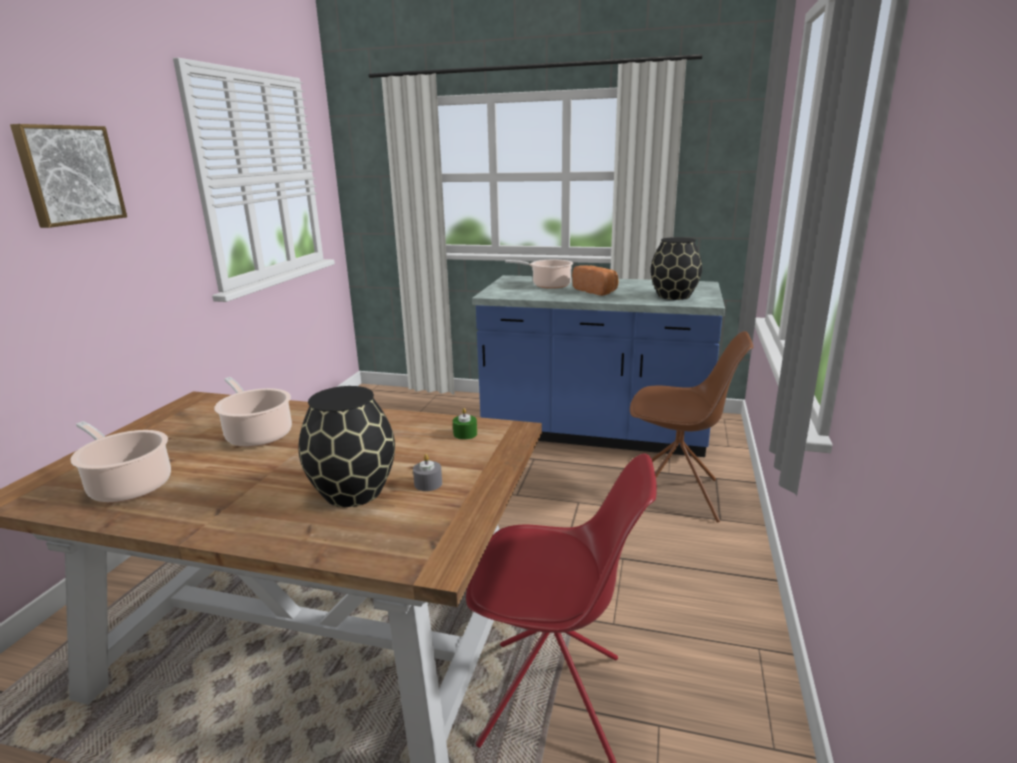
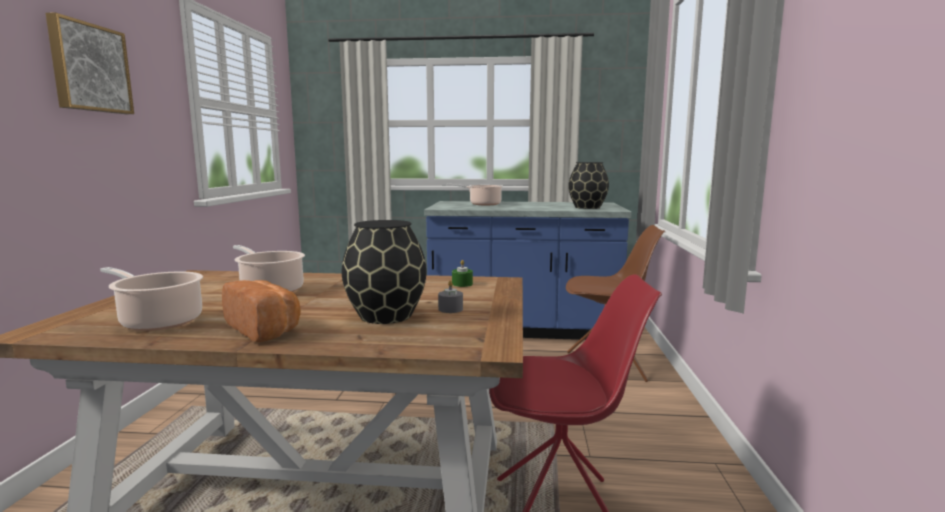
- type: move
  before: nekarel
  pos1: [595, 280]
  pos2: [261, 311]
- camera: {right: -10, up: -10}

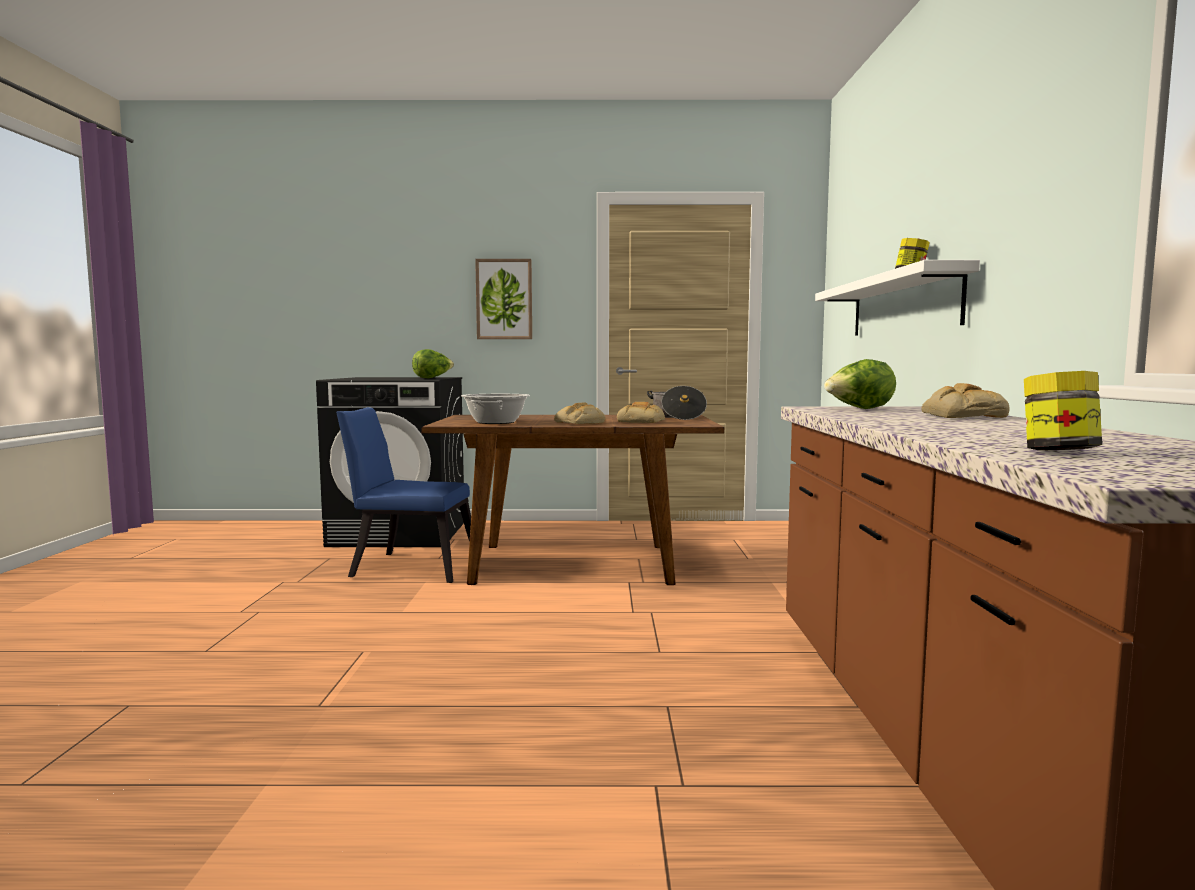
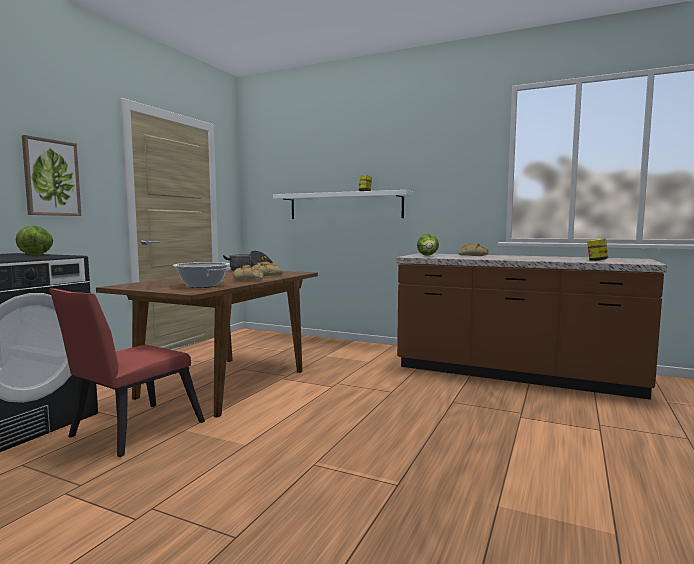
- type: recolor
  before: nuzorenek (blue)
  after: nuzorenek (red)
  pos1: [403, 495]
  pos2: [127, 372]
- camera: {right: -65, up: 0}

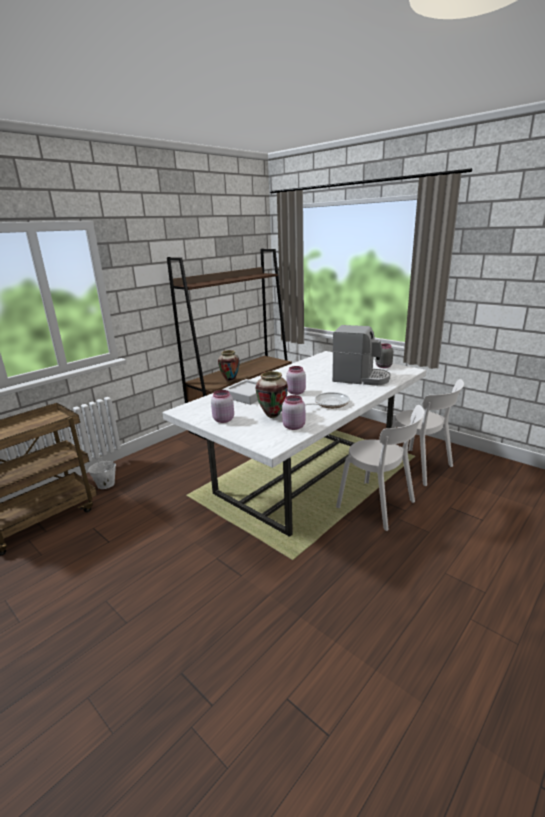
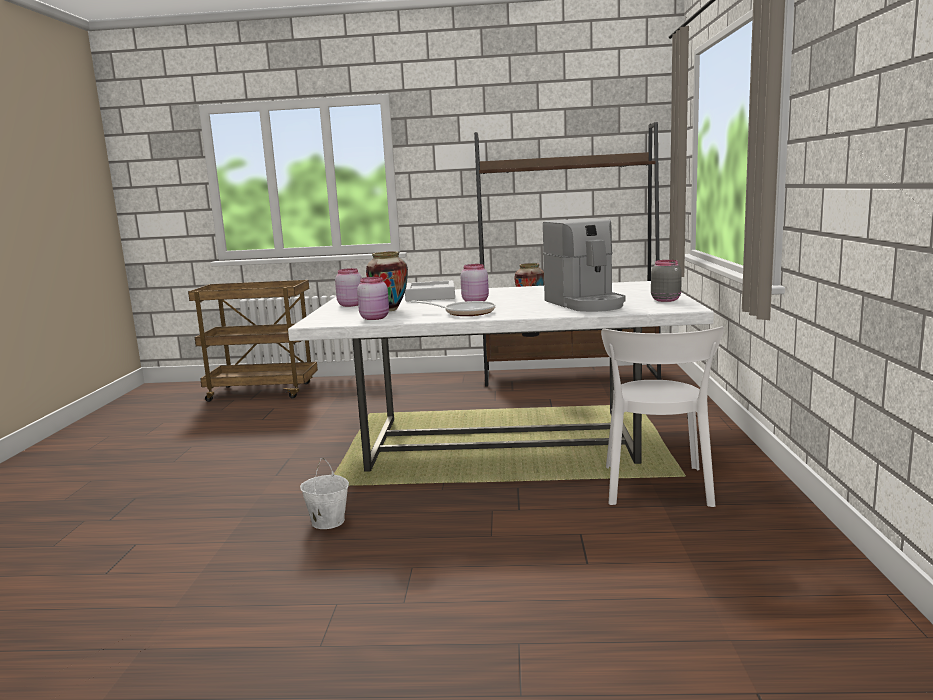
- type: move
  before: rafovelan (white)
  pos1: [102, 471]
  pos2: [324, 493]
- type: delete
  before: nuzorenek (white)
  pos1: [380, 468]
- camera: {right: 50, up: -10}

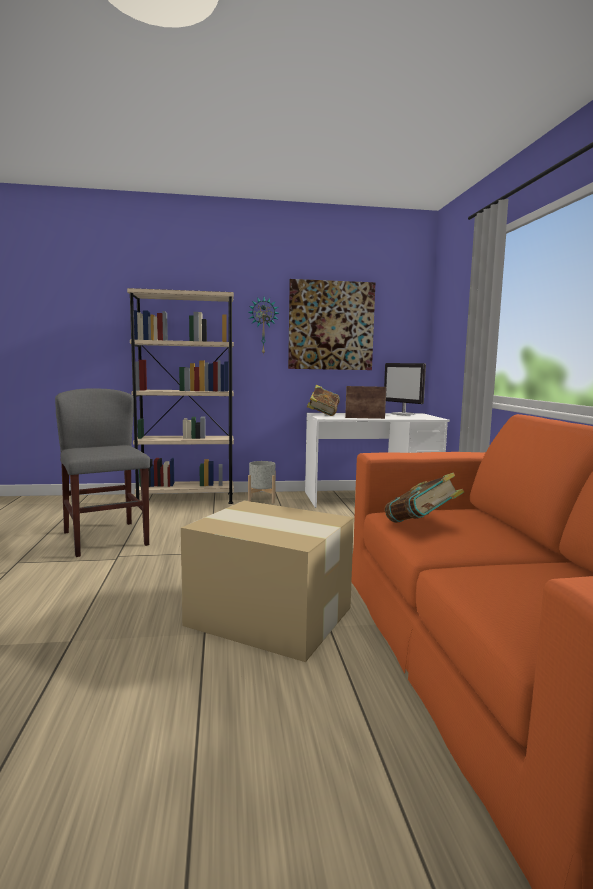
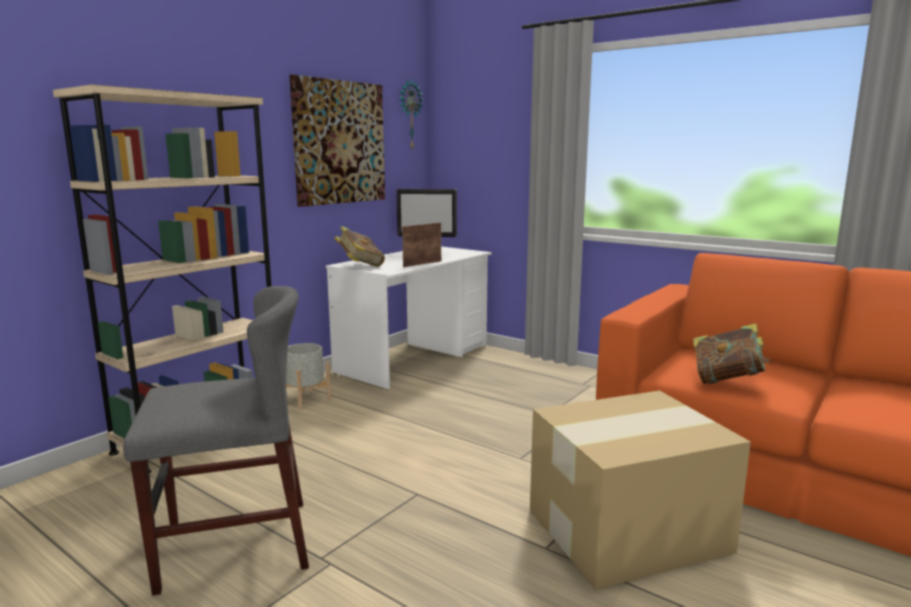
- type: rotate
  before: nuzorenek (grey)
  pos1: [102, 472]
  pos2: [216, 440]
  turn: 150
- type: move
  before: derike
  pos1: [263, 326]
  pos2: [411, 114]
- camera: {right: -45, up: 5}

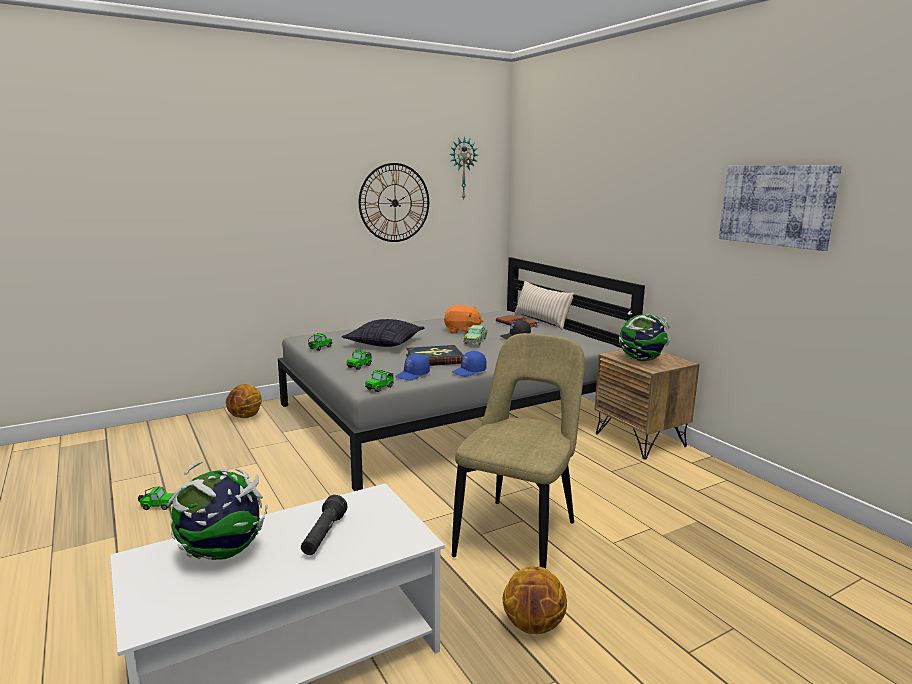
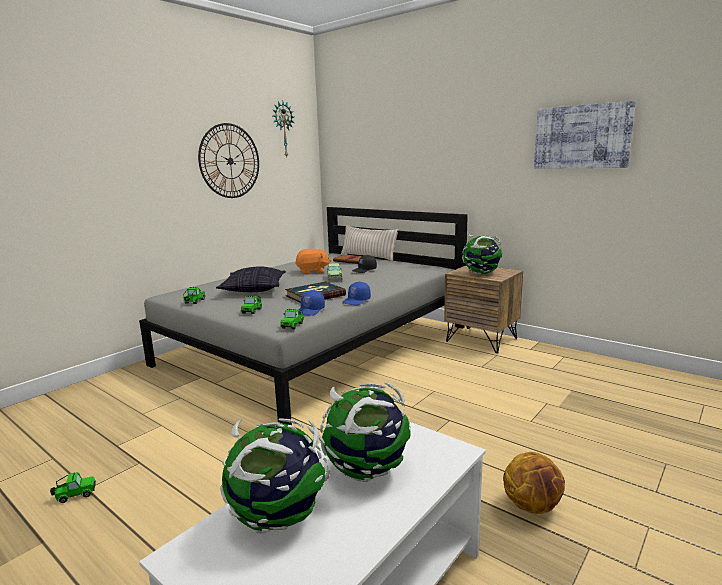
- type: delete
  before: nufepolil
  pos1: [244, 401]
- type: replace
  before: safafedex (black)
  after: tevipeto
  pos1: [324, 525]
  pos2: [365, 432]
- type: delete
  before: nuzorenek (beige)
  pos1: [518, 451]
- camera: {right: -20, up: 0}

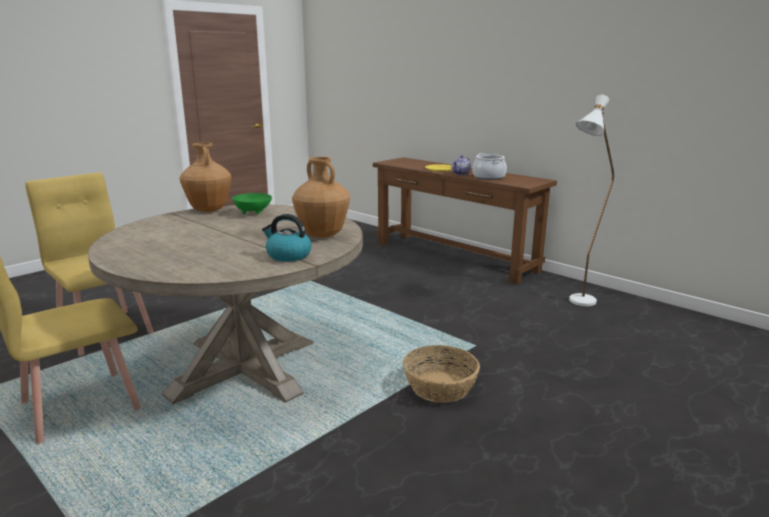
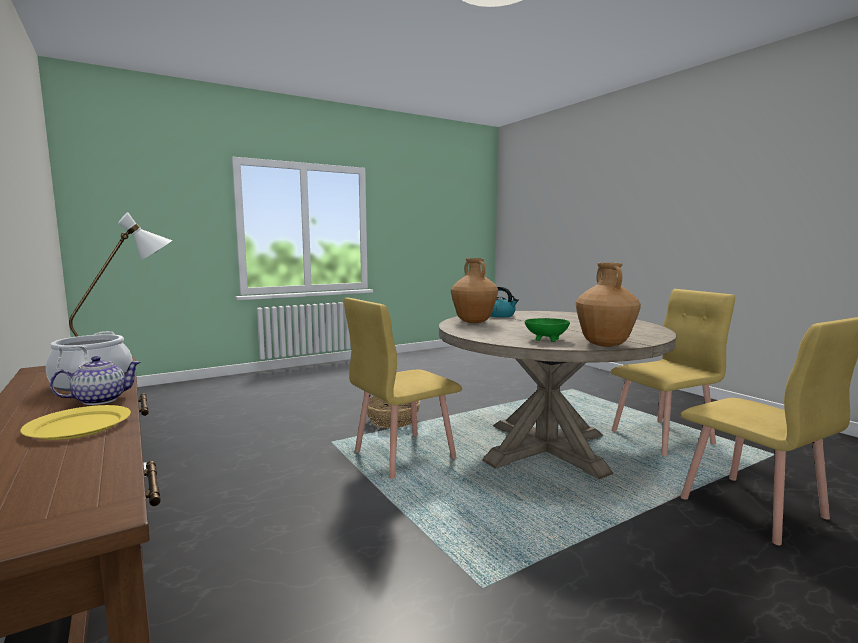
- type: insert
  after: nuzorenek (yellow)
  pos2: [403, 388]
- camera: {right: -165, up: -10}

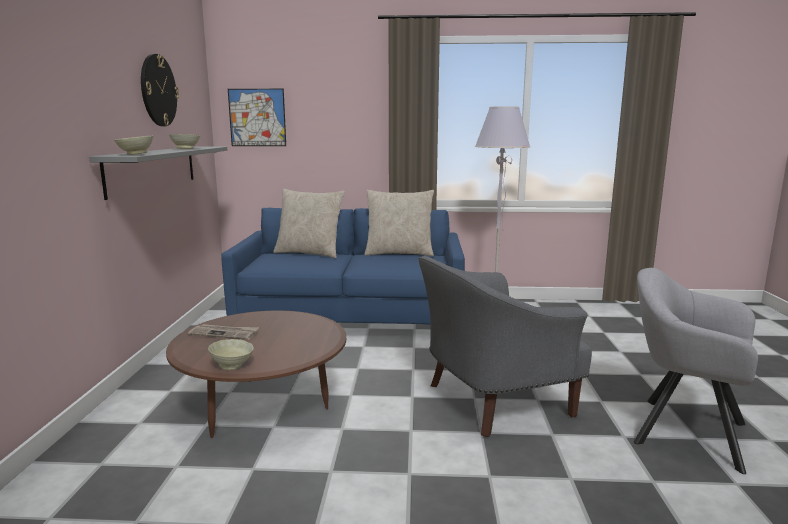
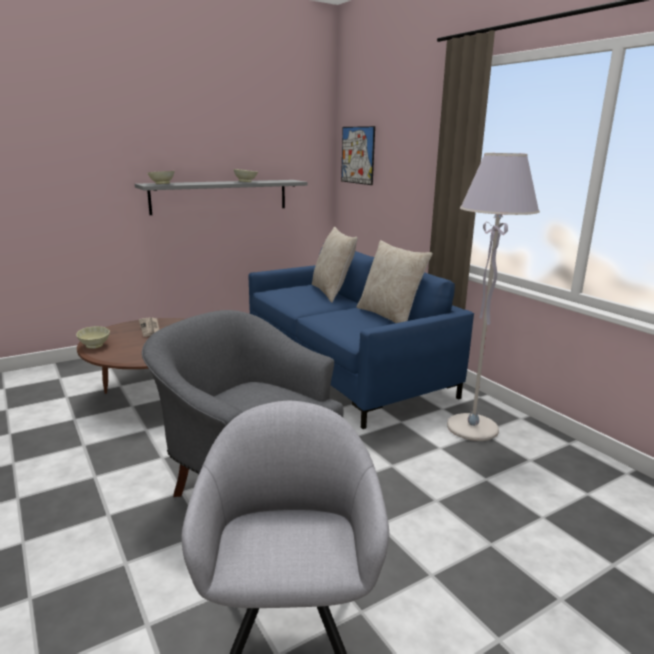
- type: delete
  before: derike
  pos1: [160, 90]
- camera: {right: 55, up: 5}

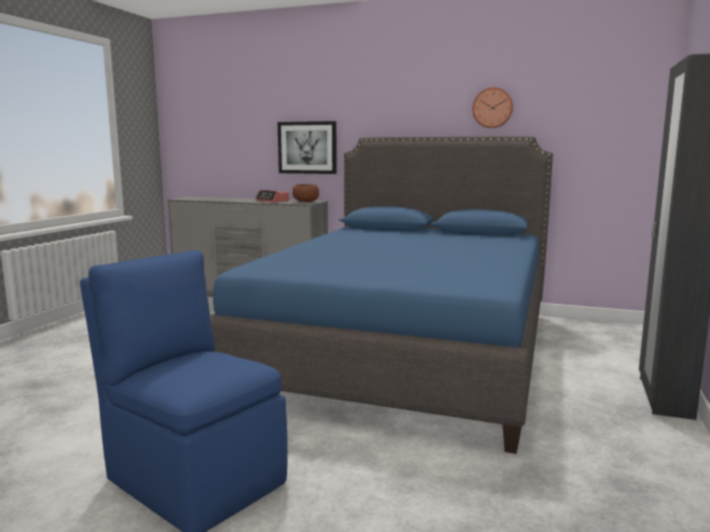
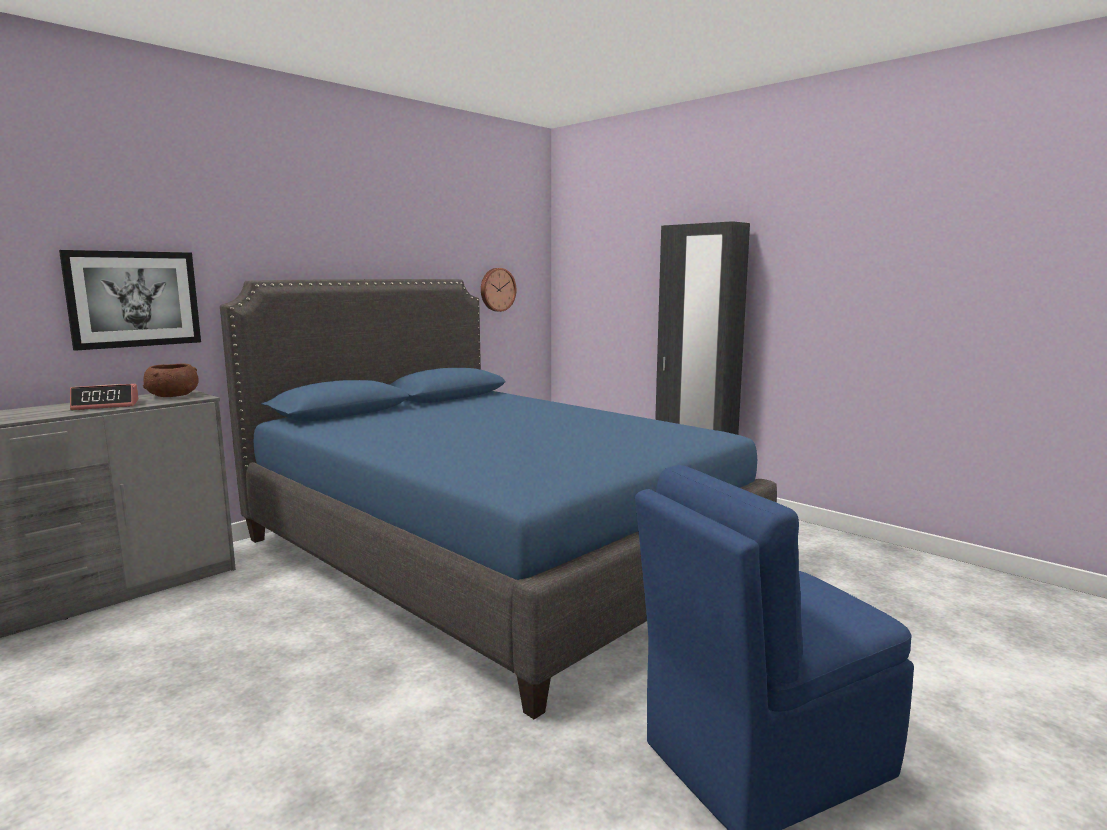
- type: move
  before: derike
  pos1: [492, 107]
  pos2: [498, 290]
- camera: {right: -65, up: 0}

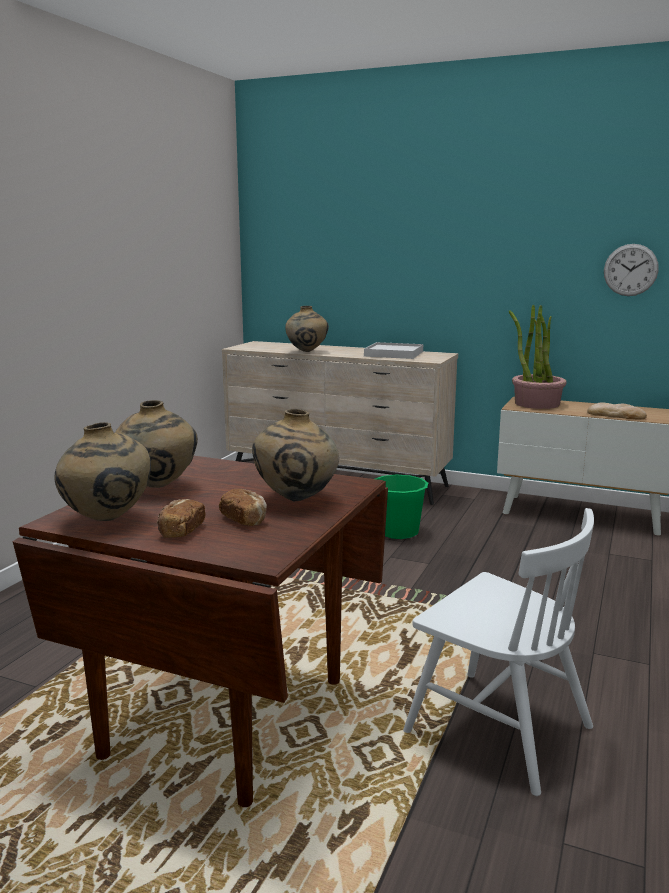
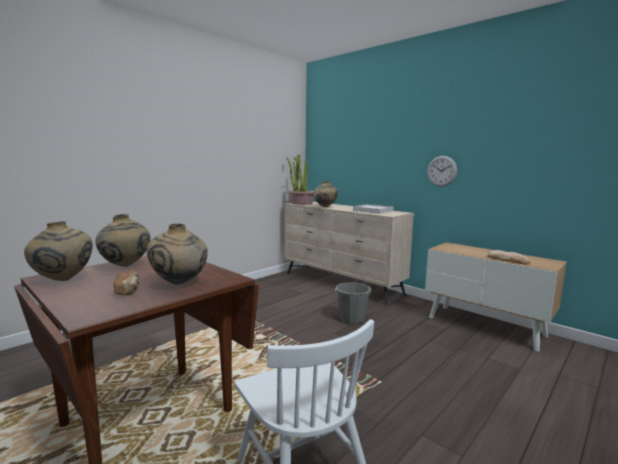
- type: delete
  before: nekarel
  pos1: [181, 518]
- type: recolor
  before: rafovelan (green)
  after: rafovelan (grey)
  pos1: [402, 507]
  pos2: [353, 303]
- type: move
  before: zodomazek
  pos1: [538, 356]
  pos2: [300, 179]
- type: move
  before: derike
  pos1: [631, 270]
  pos2: [442, 171]
- camera: {right: 20, up: -5}

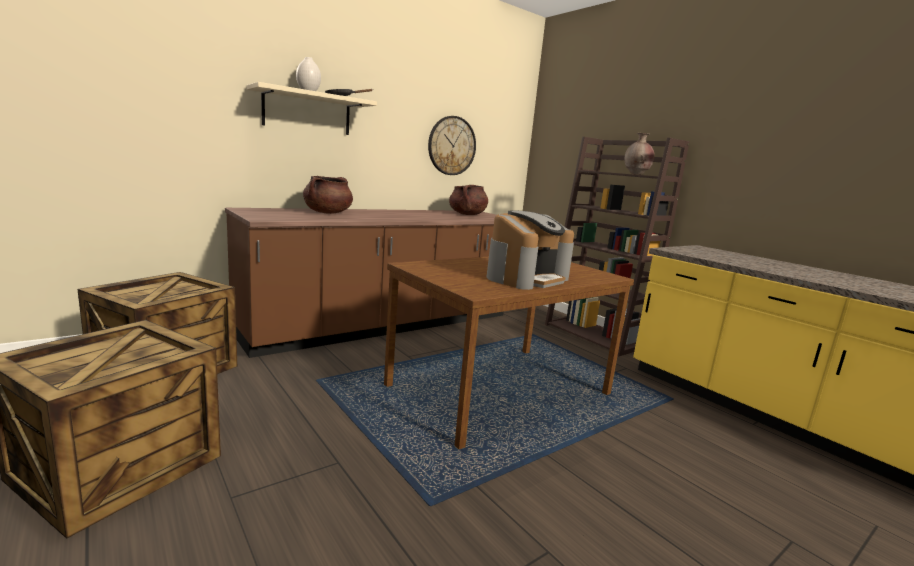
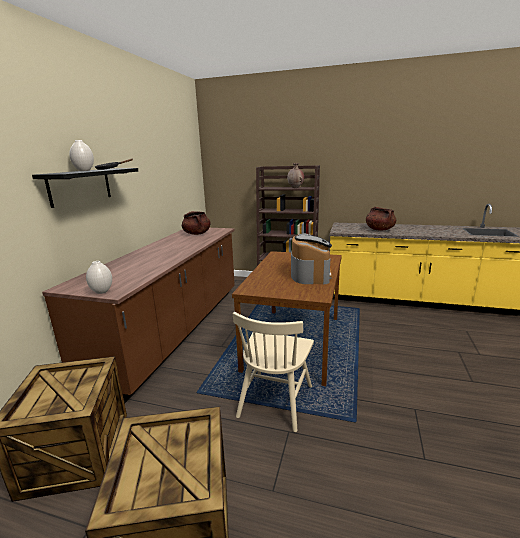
- type: recolor
  before: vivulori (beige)
  after: vivulori (black)
  pos1: [312, 108]
  pos2: [85, 188]
- type: move
  before: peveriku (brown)
  pos1: [328, 195]
  pos2: [381, 219]
- type: delete
  before: derike
  pos1: [452, 145]
- type: insert
  after: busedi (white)
  pos2: [99, 277]
- type: insert
  after: nuzorenek (beige)
  pos2: [273, 372]
- camera: {right: -35, up: 5}

